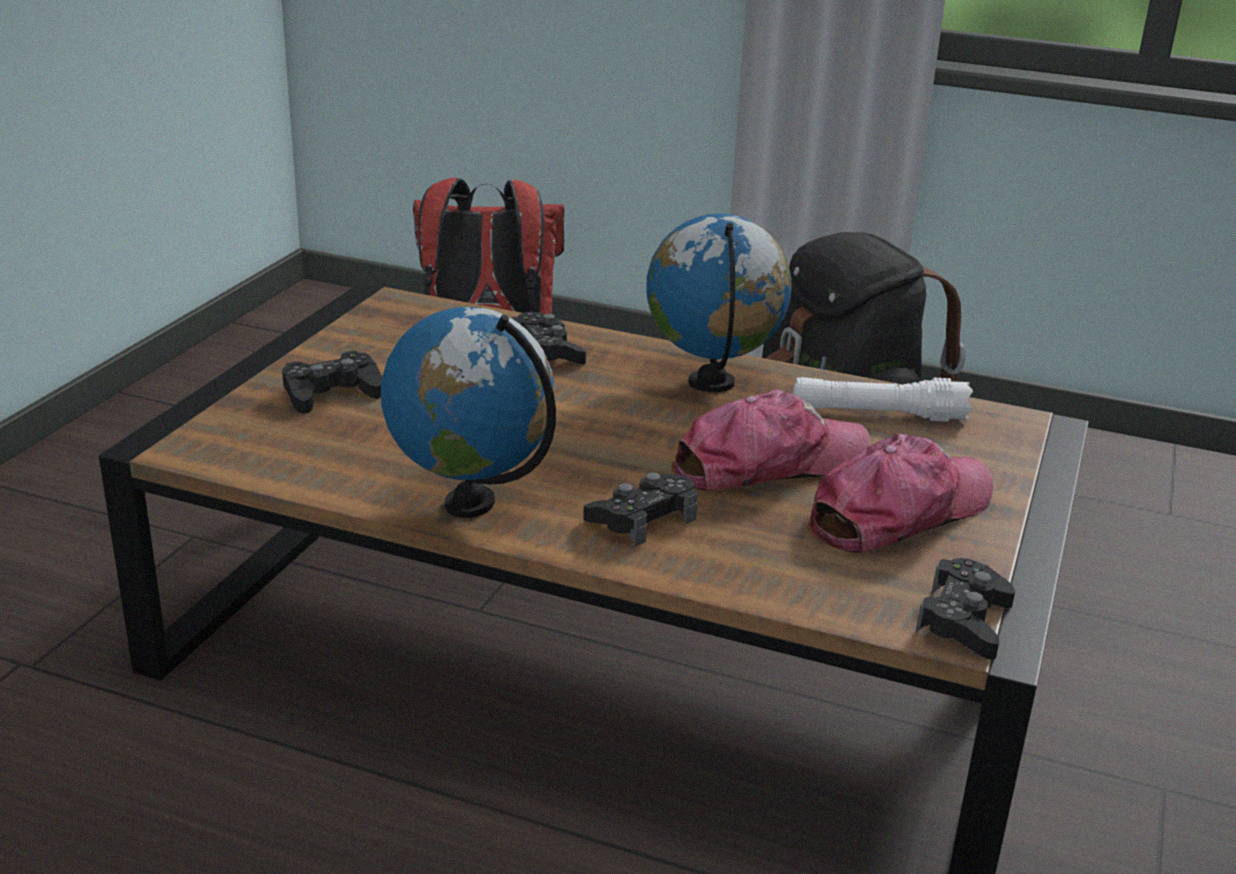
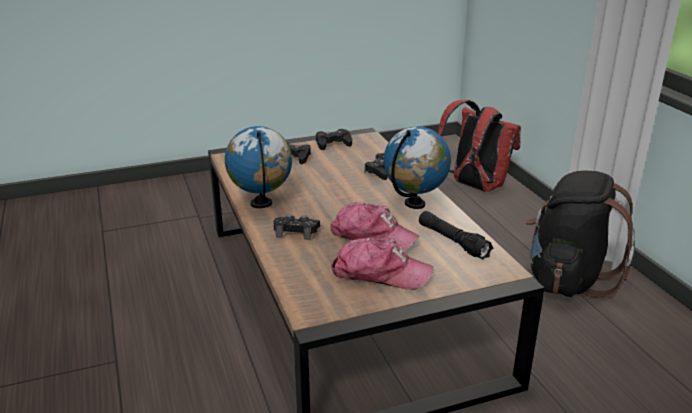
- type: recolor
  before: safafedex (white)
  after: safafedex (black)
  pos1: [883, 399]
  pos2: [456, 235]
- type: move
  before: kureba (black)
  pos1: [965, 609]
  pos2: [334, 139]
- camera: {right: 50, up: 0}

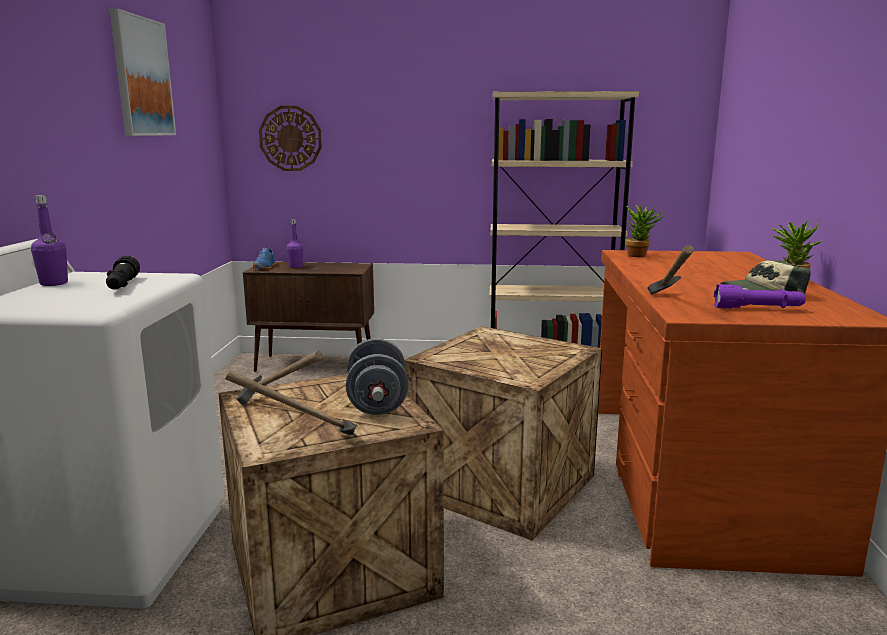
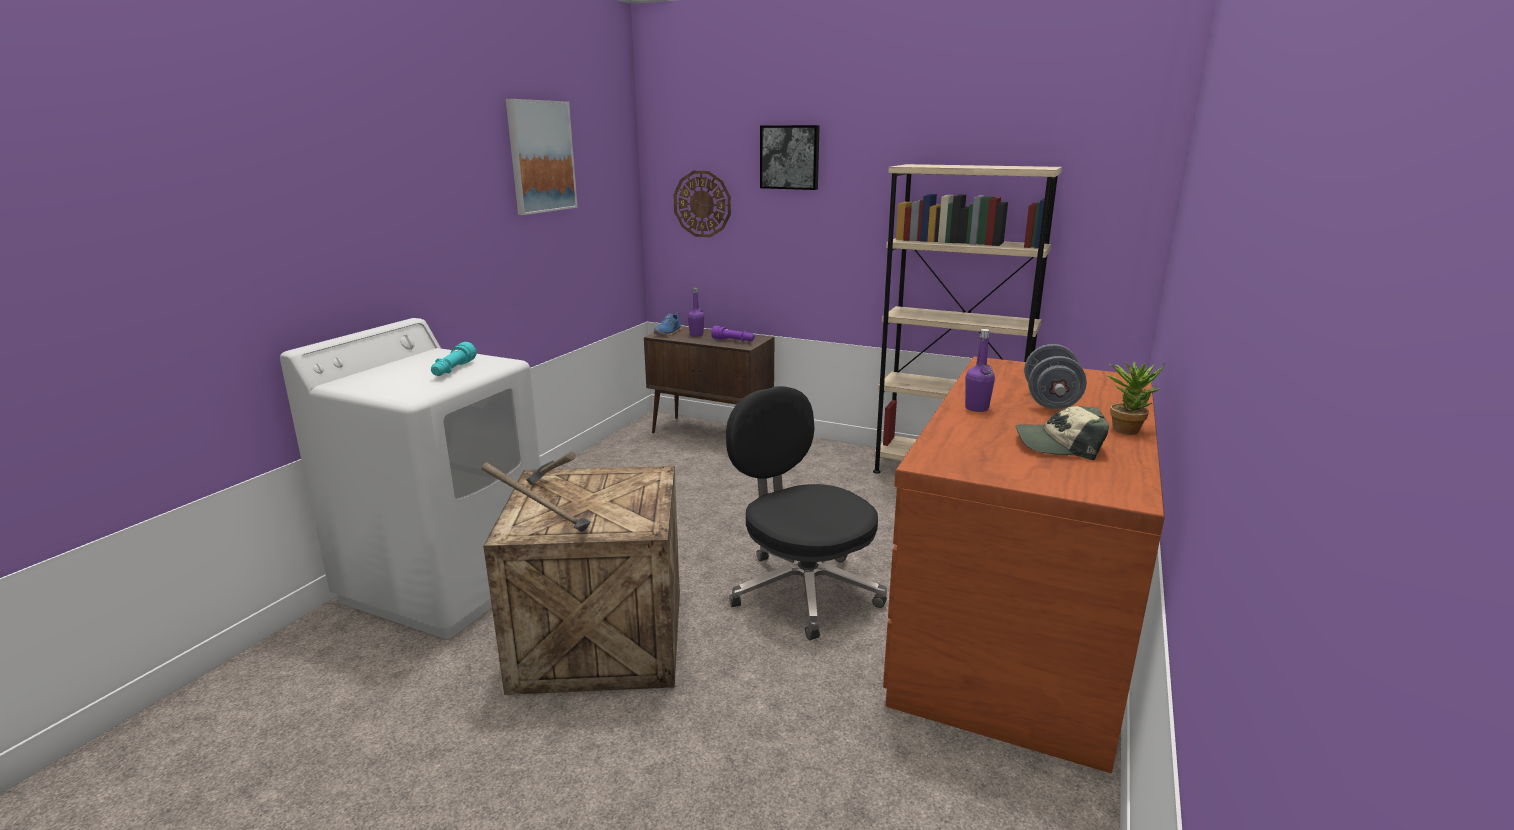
- type: move
  before: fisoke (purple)
  pos1: [49, 240]
  pos2: [980, 370]
- type: recolor
  before: safafedex (black)
  after: safafedex (turquoise)
  pos1: [123, 273]
  pos2: [454, 359]
- type: move
  before: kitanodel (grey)
  pos1: [377, 376]
  pos2: [1055, 376]
- type: replace
  before: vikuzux
  after: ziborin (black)
  pos1: [503, 433]
  pos2: [806, 513]
- type: delete
  before: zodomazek
  pos1: [644, 231]
- type: delete
  before: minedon
  pos1: [670, 269]
- type: move
  before: safafedex (purple)
  pos1: [760, 296]
  pos2: [733, 334]
- type: insert
  after: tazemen
  pos2: [790, 157]
- camera: {right: 20, up: 5}

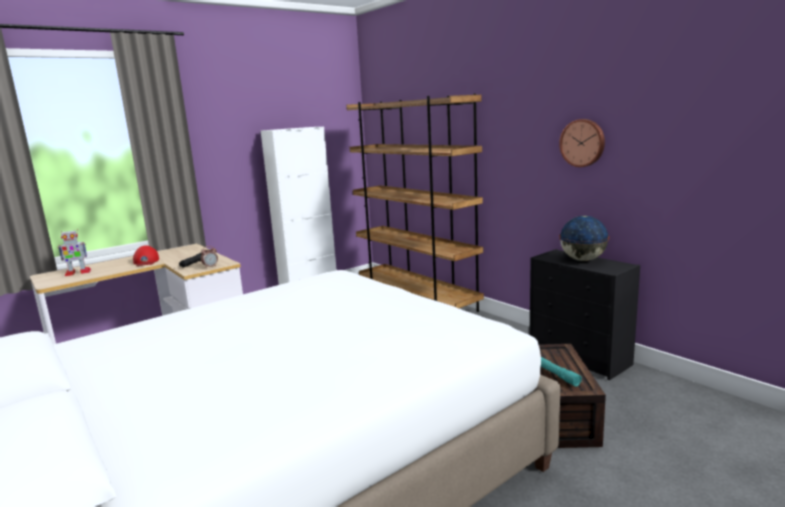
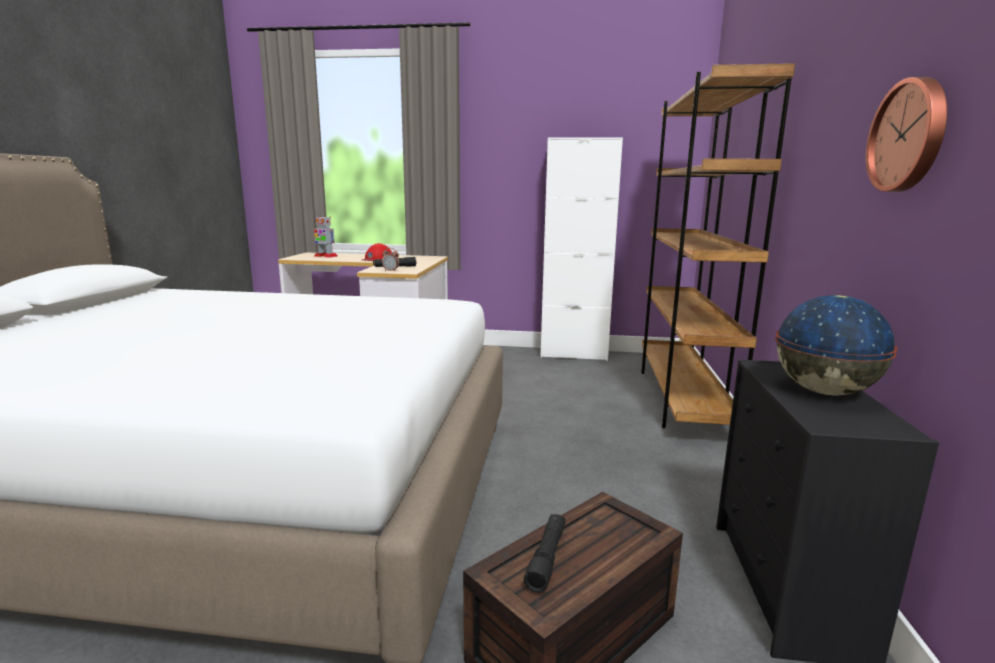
- type: recolor
  before: safafedex (turquoise)
  after: safafedex (black)
  pos1: [561, 372]
  pos2: [545, 553]
- camera: {right: 45, up: 0}

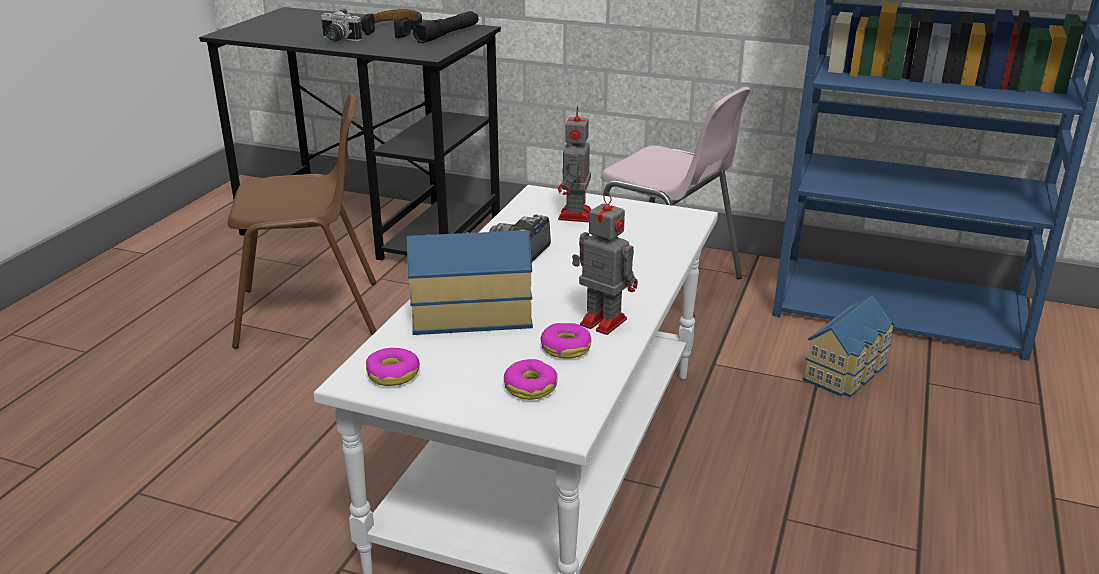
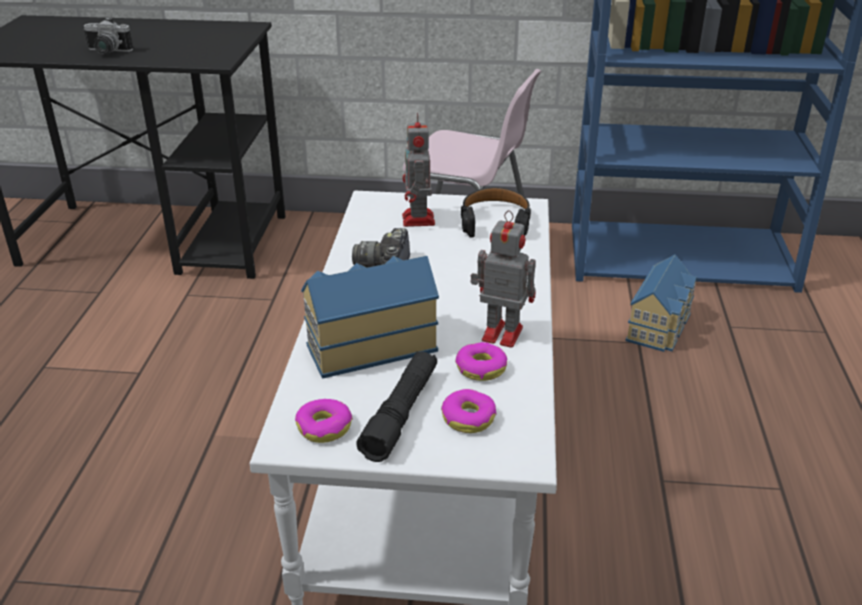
- type: delete
  before: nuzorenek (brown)
  pos1: [302, 221]
- type: move
  before: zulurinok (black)
  pos1: [391, 23]
  pos2: [496, 212]
- type: move
  before: safafedex (black)
  pos1: [446, 27]
  pos2: [396, 406]
- camera: {right: -15, up: 5}

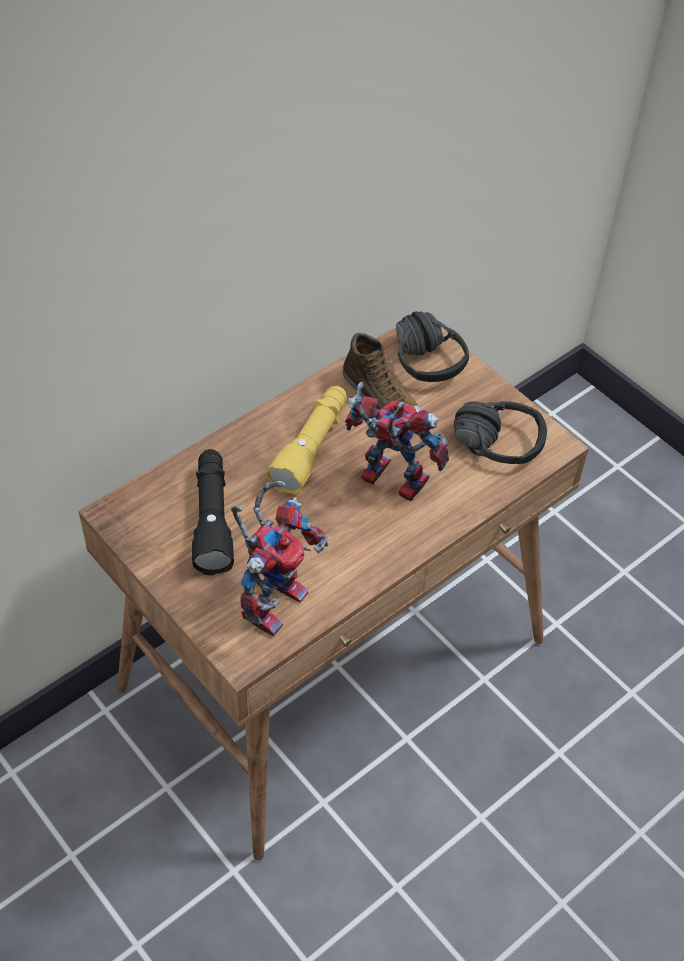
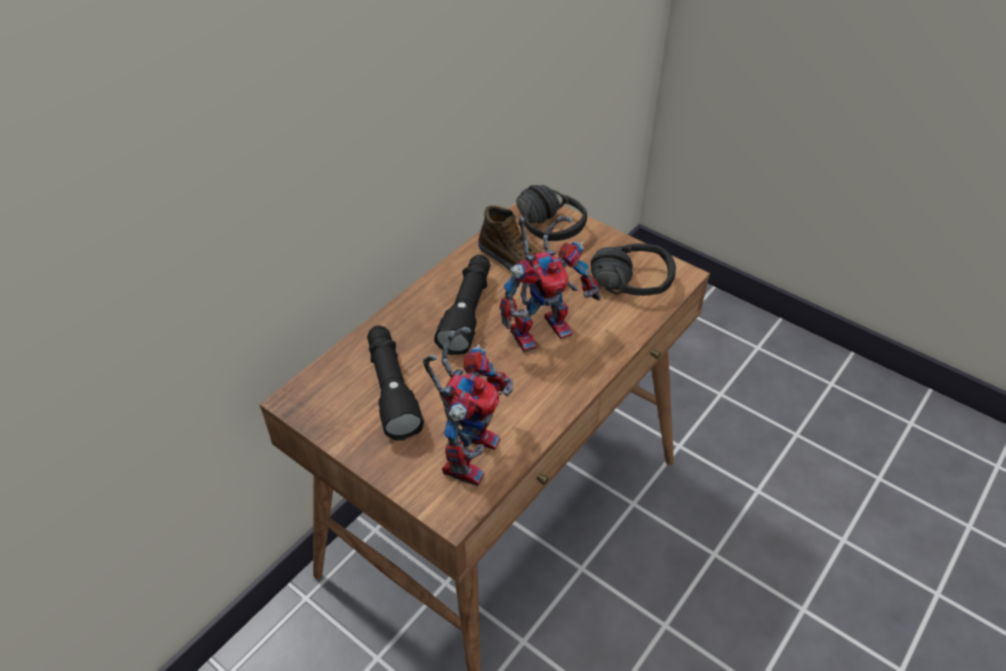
- type: recolor
  before: safafedex (yellow)
  after: safafedex (black)
  pos1: [306, 440]
  pos2: [462, 305]
- type: rotate
  before: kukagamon
  pos1: [397, 441]
  pos2: [550, 284]
  turn: 135
- camera: {right: -10, up: -5}

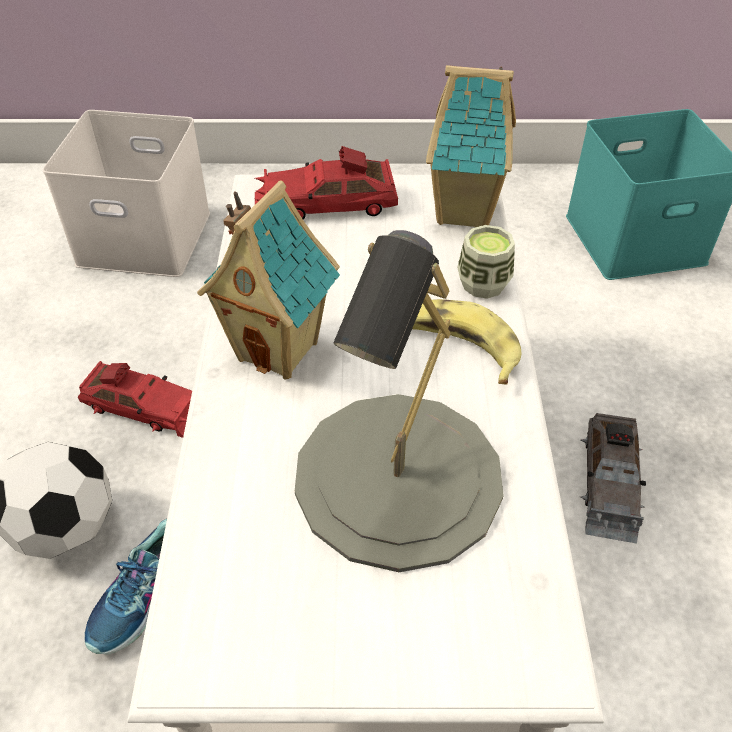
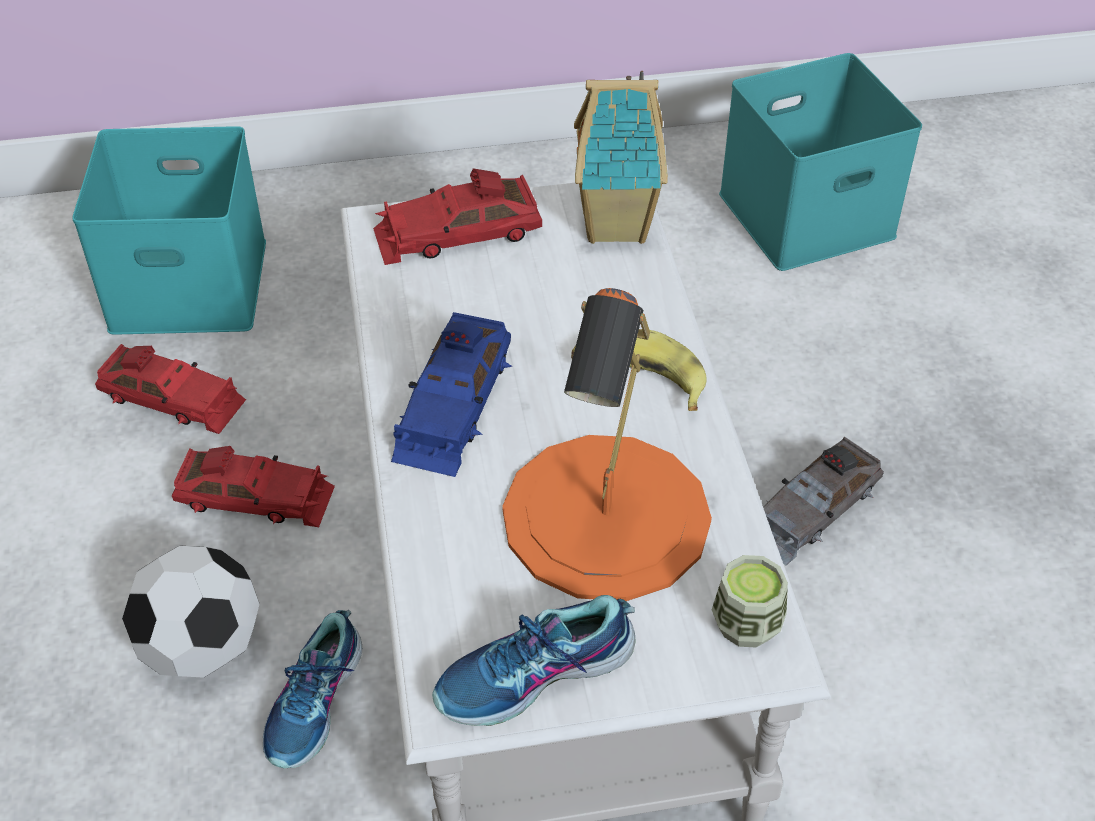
- type: recolor
  before: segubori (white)
  after: segubori (turquoise)
  pos1: [126, 193]
  pos2: [169, 230]
- type: replace
  before: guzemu
  after: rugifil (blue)
  pos1: [268, 280]
  pos2: [452, 394]
- type: recolor
  before: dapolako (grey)
  after: dapolako (orange)
  pos1: [399, 401]
  pos2: [607, 444]
- type: move
  before: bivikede
  pos1: [486, 262]
  pos2: [750, 601]
- type: rotate
  before: rugifil (grey)
  pos1: [613, 478]
  pos2: [823, 501]
  turn: 45
- type: insert
  after: rugifil (red)
  pos2: [170, 389]
- type: insert
  after: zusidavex
  pos2: [534, 660]
- camera: {right: -10, up: 0}

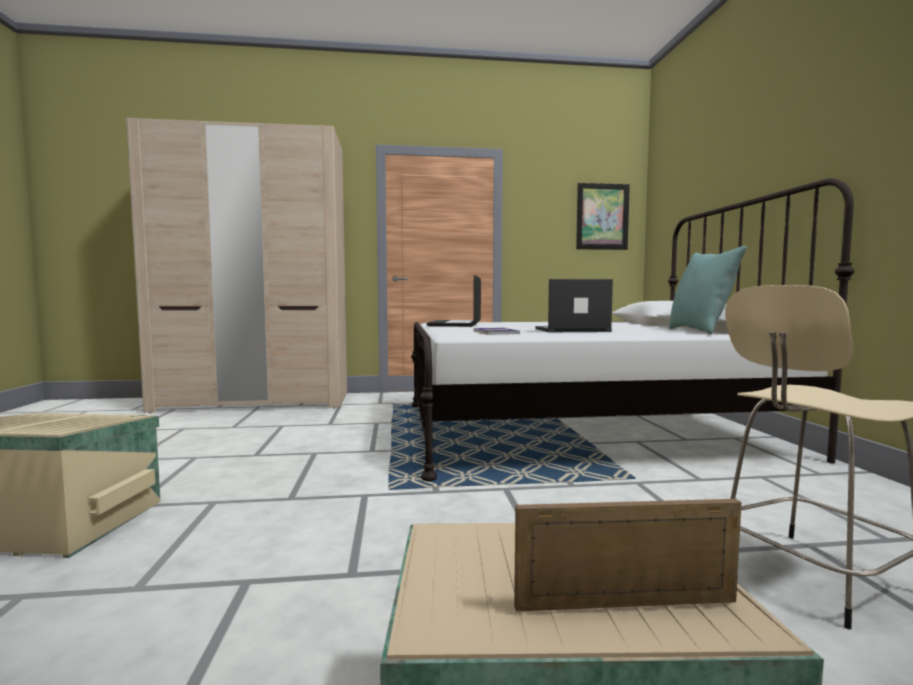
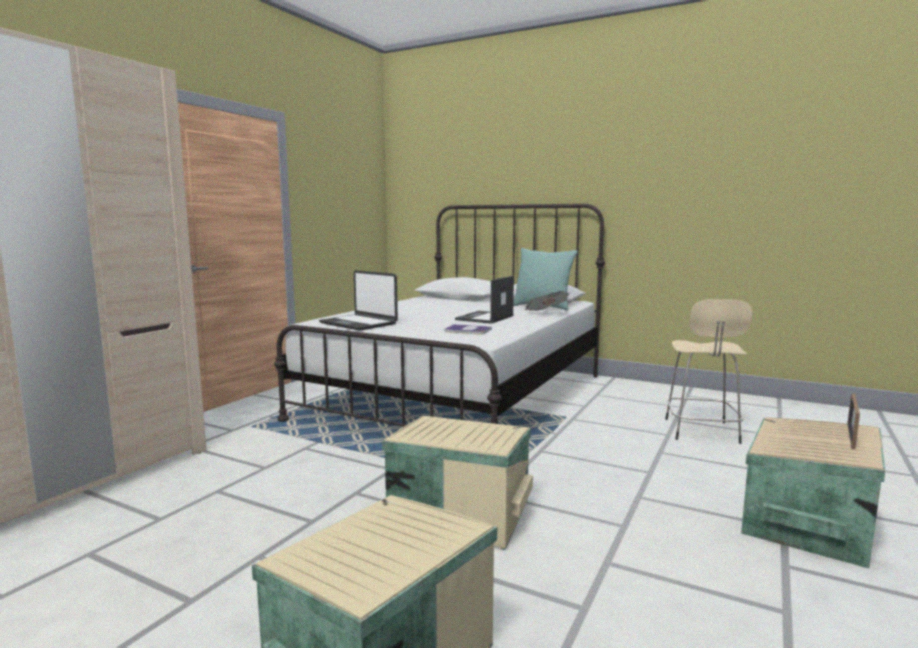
- type: delete
  before: tazemen
  pos1: [603, 216]
- type: insert
  after: segubori (beige)
  pos2: [457, 483]
- type: insert
  after: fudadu
  pos2: [546, 301]
- camera: {right: -55, up: 5}

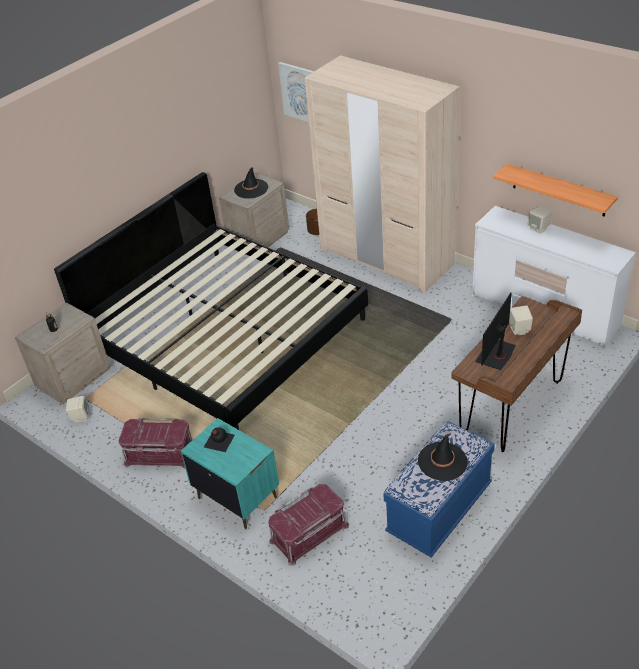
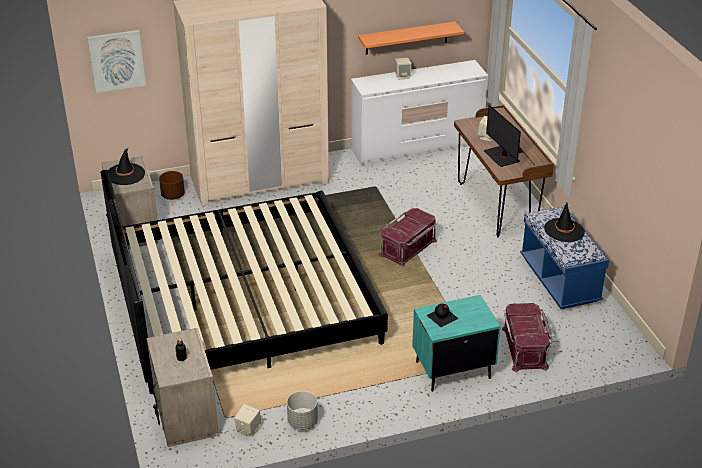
- type: move
  before: segubori (red)
  pos1: [155, 443]
  pos2: [408, 237]
- type: insert
  after: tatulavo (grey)
  pos2: [302, 410]
- camera: {right: -60, up: -5}

